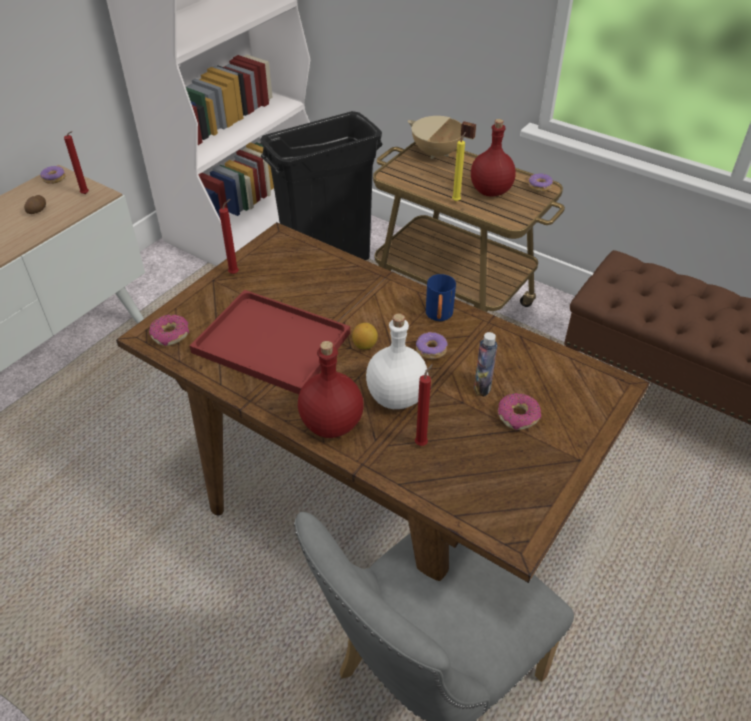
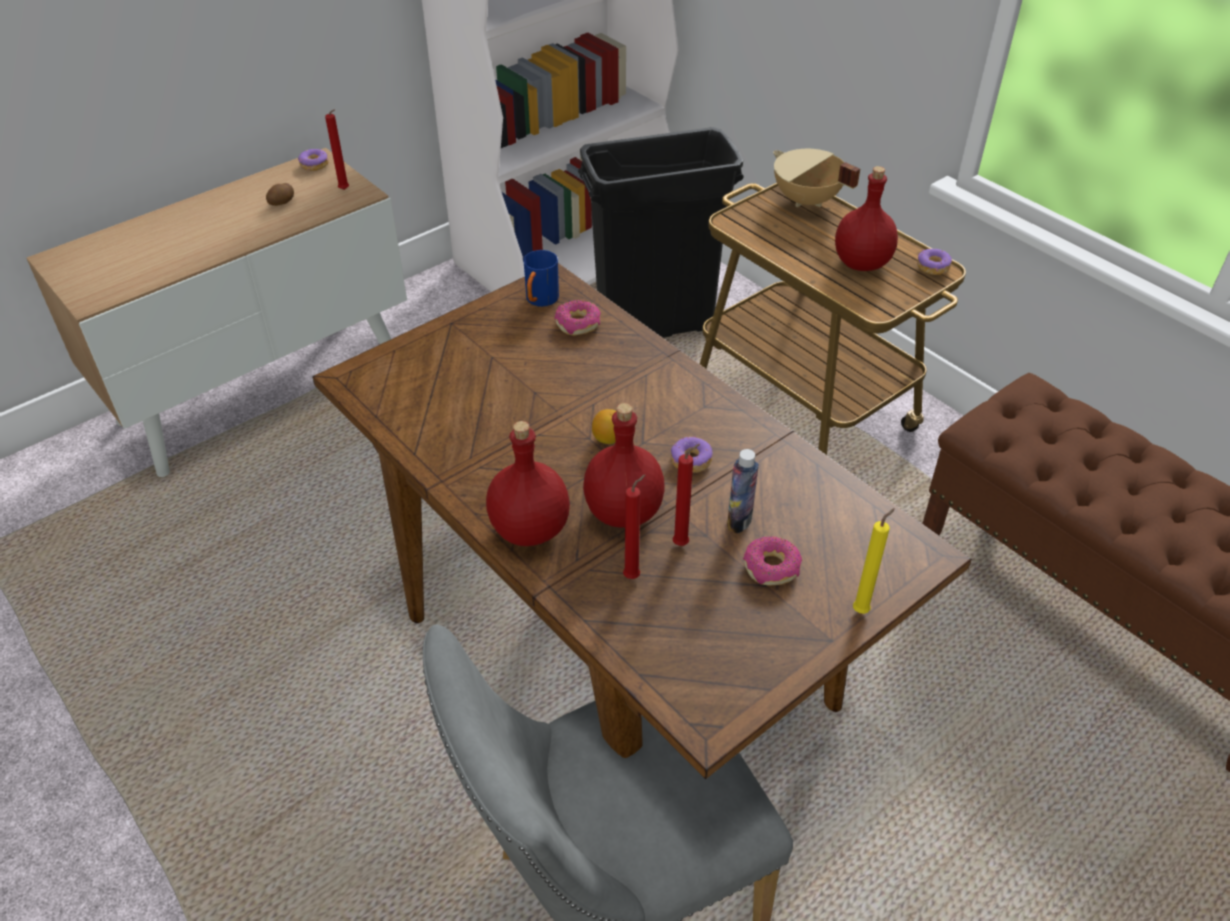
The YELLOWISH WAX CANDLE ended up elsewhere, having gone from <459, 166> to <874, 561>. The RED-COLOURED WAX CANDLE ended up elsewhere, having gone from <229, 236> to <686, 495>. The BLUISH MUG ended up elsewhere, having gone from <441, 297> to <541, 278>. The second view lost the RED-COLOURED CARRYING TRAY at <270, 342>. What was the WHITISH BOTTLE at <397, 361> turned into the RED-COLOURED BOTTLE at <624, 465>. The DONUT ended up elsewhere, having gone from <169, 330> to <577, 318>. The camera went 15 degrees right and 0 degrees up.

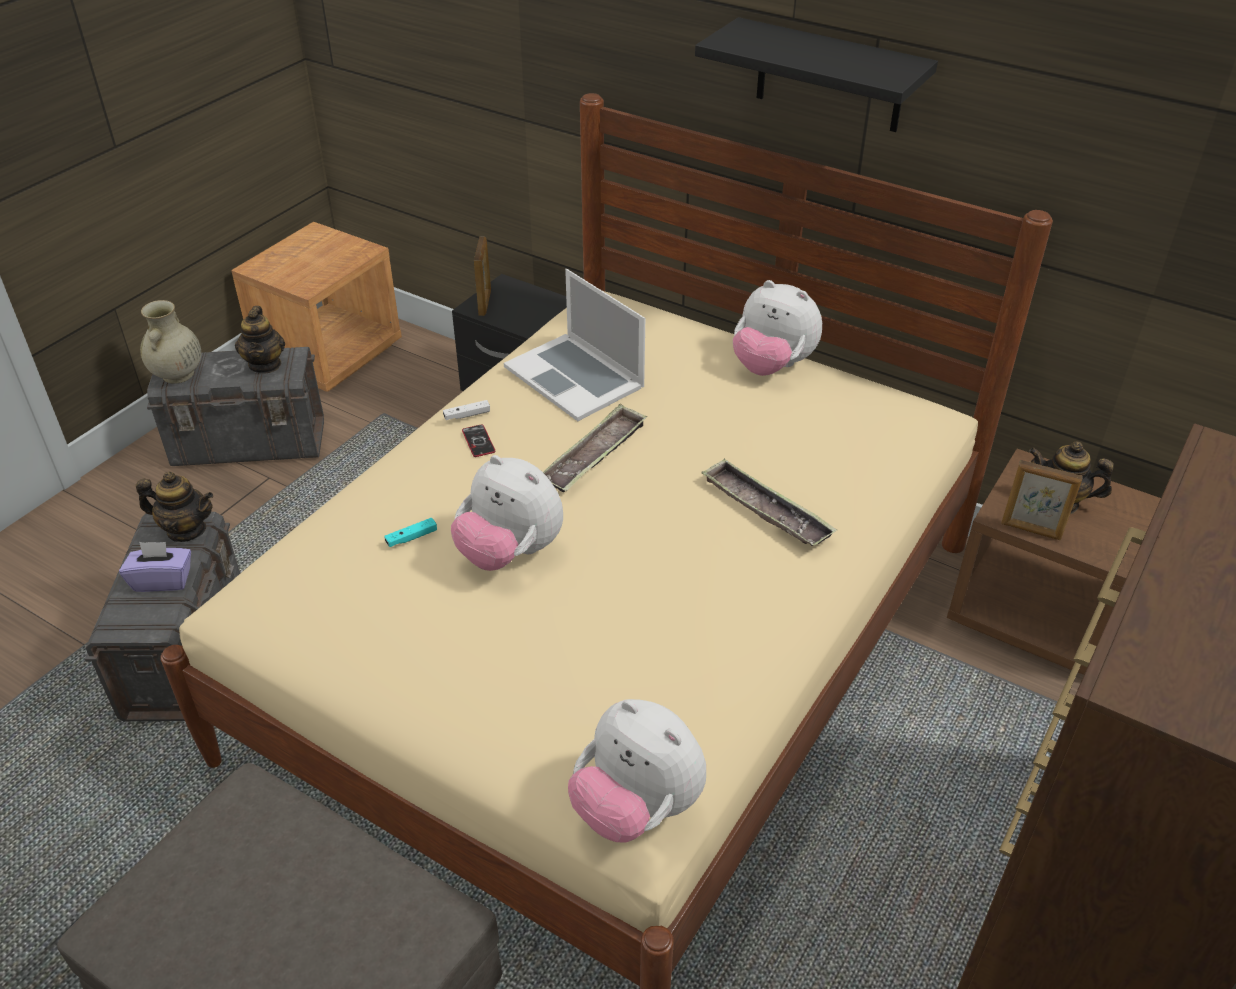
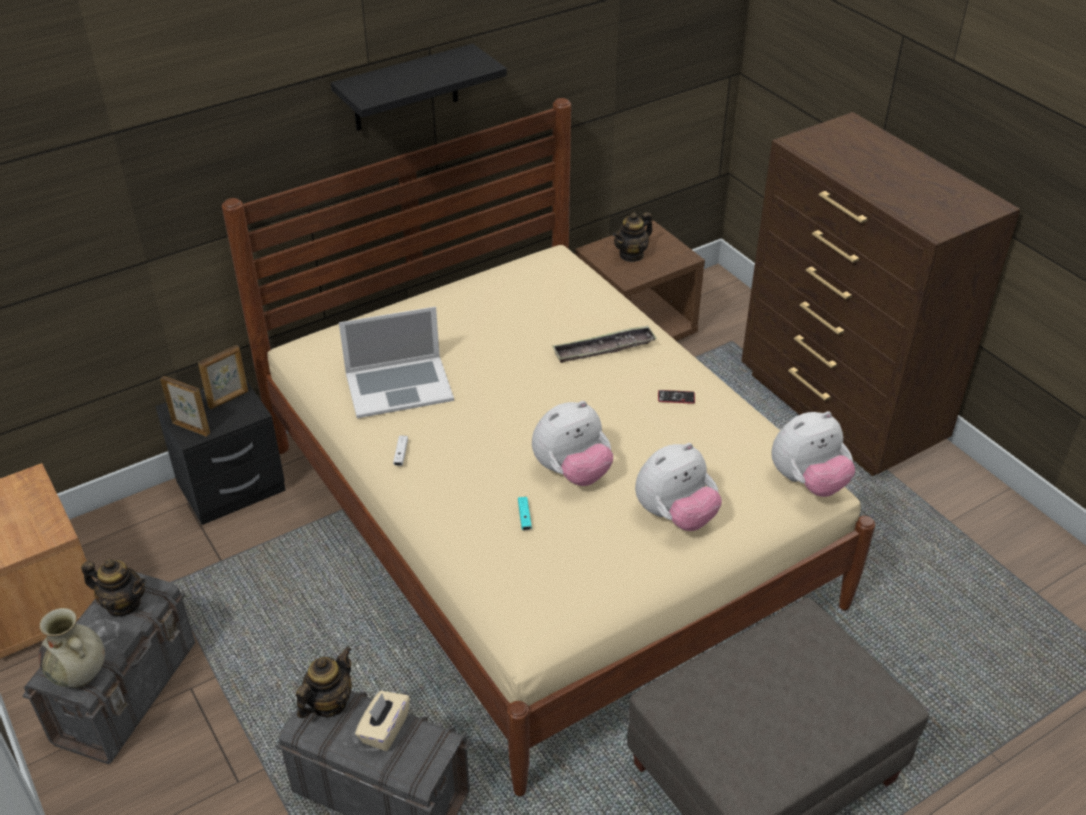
The PLUSH TOY ended up elsewhere, having gone from <777, 328> to <678, 487>. The second view lost the CARRYING TRAY at <595, 448>. The TELEPHONE ended up elsewhere, having gone from <479, 440> to <676, 397>. The PICTURE FRAME ended up elsewhere, having gone from <1042, 500> to <223, 377>. What was the PURPLE BOX OF TISSUES at <155, 567> turned into the BEIGE BOX OF TISSUES at <382, 721>. The camera went 65 degrees left and 0 degrees up.

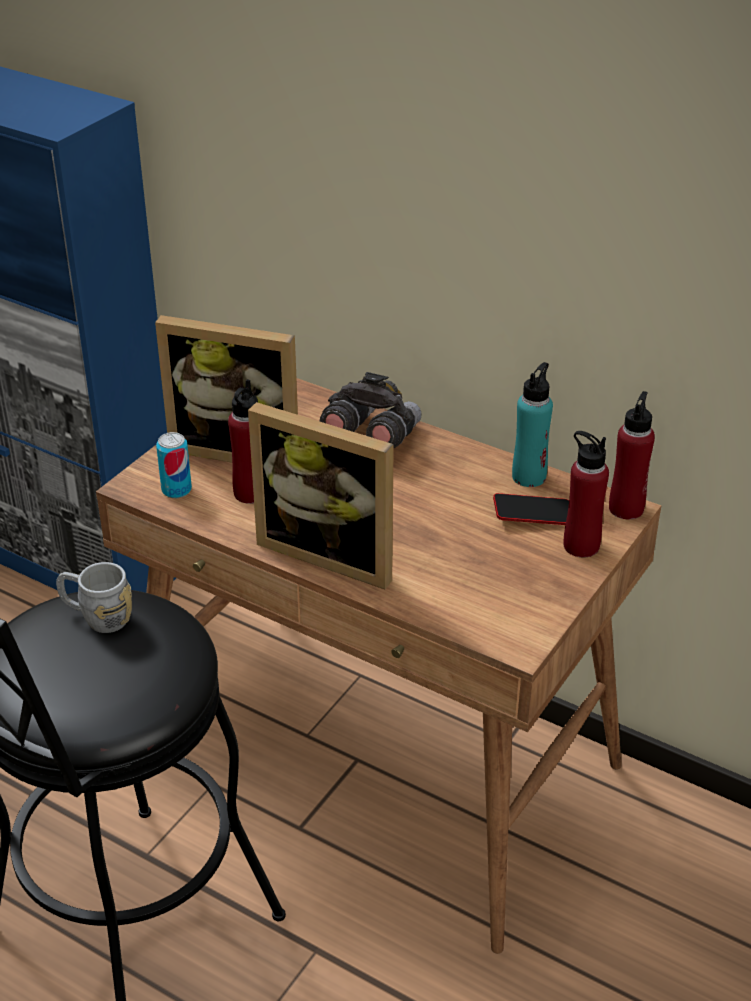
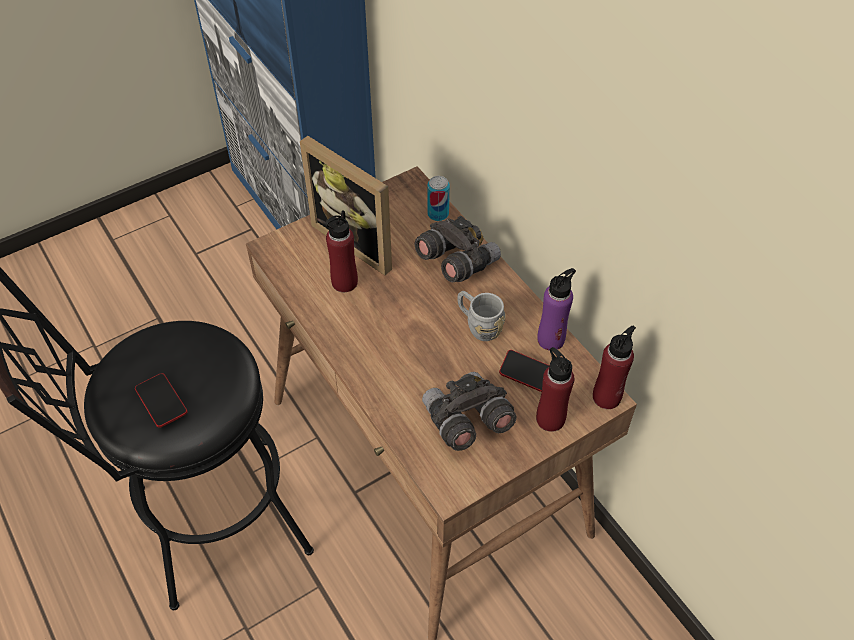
What was the BLUE-GREEN BOTTLE at <532, 424> turned into the PURPLE BOTTLE at <556, 309>. The second view lost the PICTURE FRAME at <321, 495>. The METAL CAN ended up elsewhere, having gone from <174, 465> to <438, 198>. The GREYISH MUG ended up elsewhere, having gone from <94, 597> to <481, 316>. The second view gained the GREYISH FIELD GLASSES at <469, 411>. The second view gained the TELEPHONE at <161, 400>. The camera went 25 degrees right and 15 degrees up.

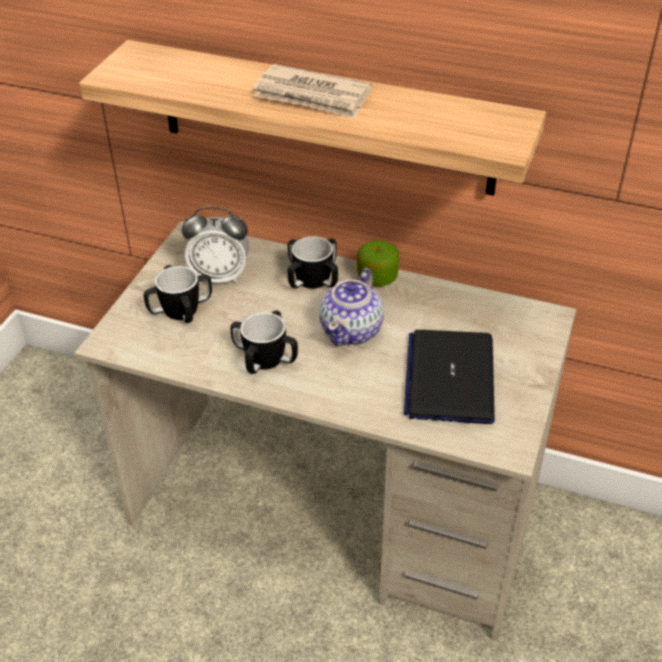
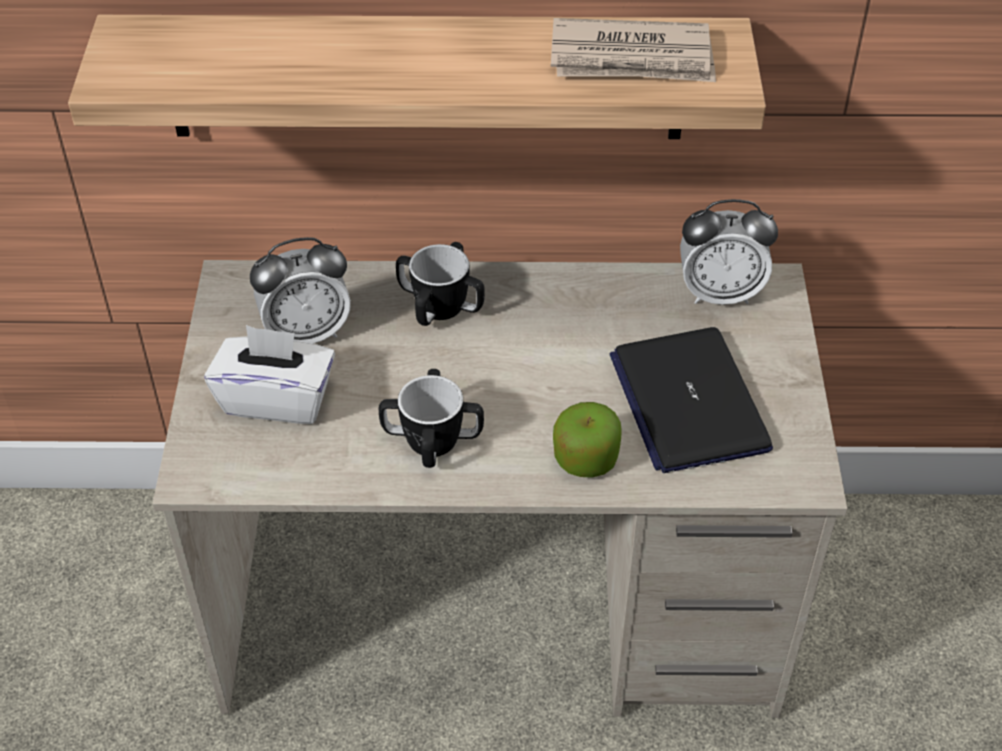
The PRINTED PAPER ended up elsewhere, having gone from <312, 91> to <633, 50>. The APPLE FRUIT ended up elsewhere, having gone from <378, 263> to <587, 440>. Where the MUG stood at <178, 294>, the WHITISH BOX OF TISSUES came to stand at <269, 374>. The second view lost the TEAPOT at <352, 307>. The second view gained the ALARM CLOCK at <729, 252>. The camera went 20 degrees left and 5 degrees up.

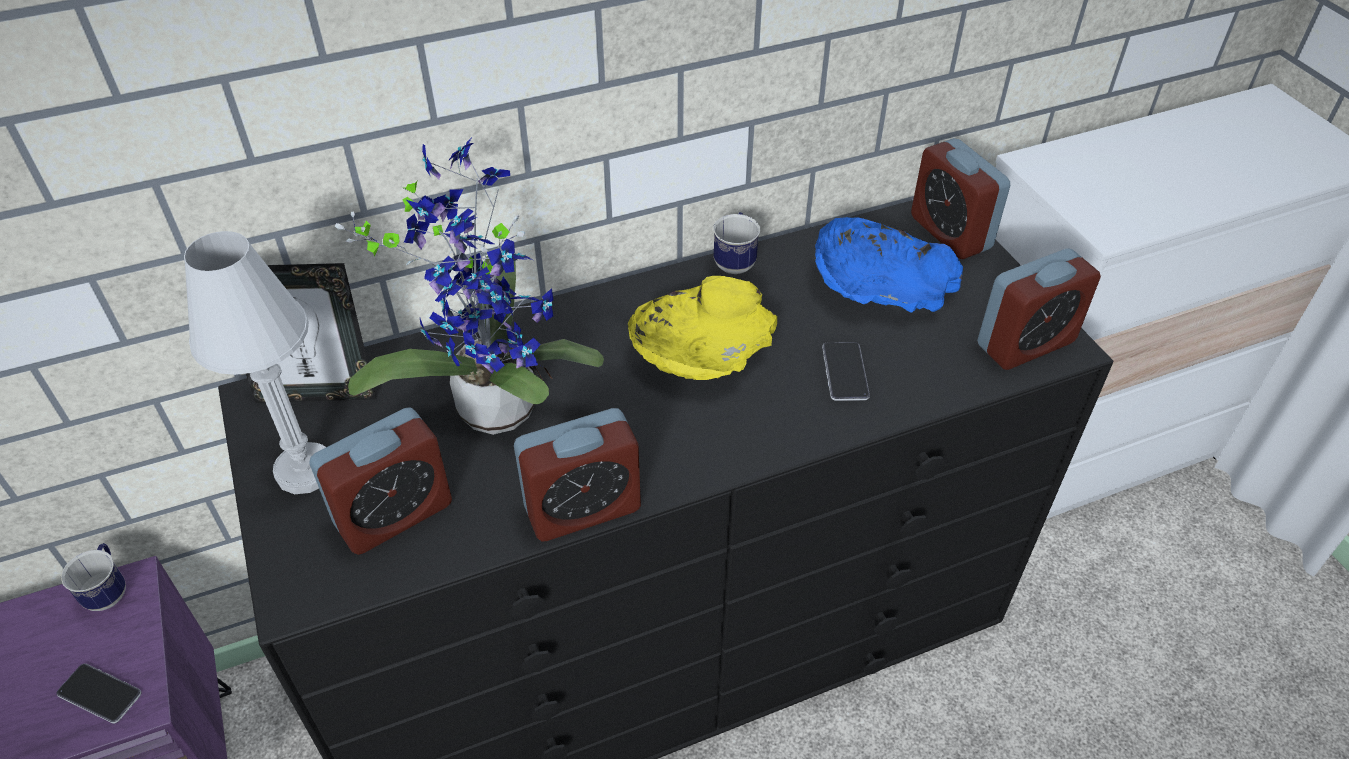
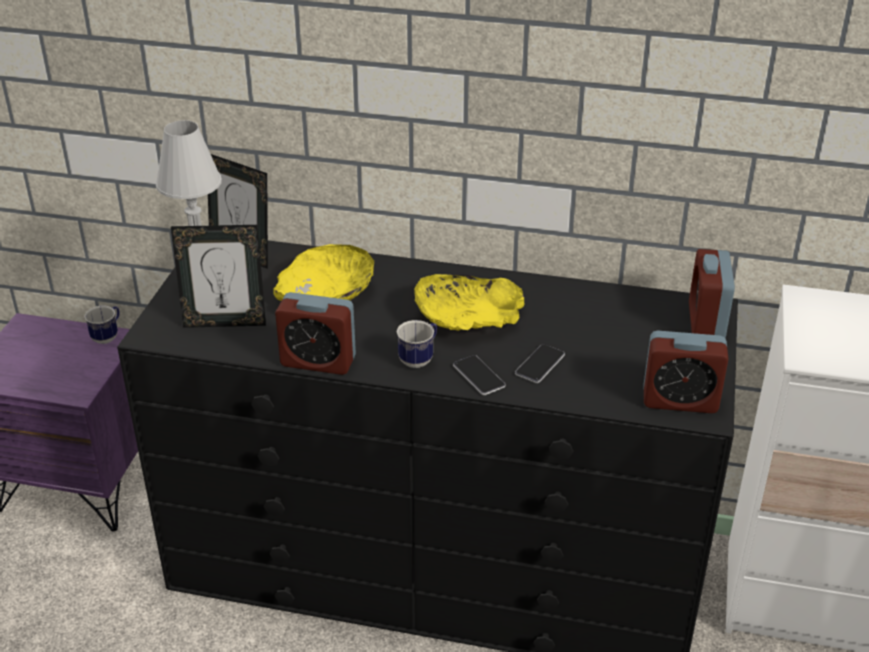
Where the PLANT IN A POT stood at <469, 286>, the YELLOWISH SERVING BOWL came to stand at <324, 272>. The MUG ended up elsewhere, having gone from <736, 243> to <417, 344>. The second view lost the BLUISH SERVING BOWL at <889, 265>. Where the ALARM CLOCK stood at <381, 481>, the PICTURE FRAME came to stand at <218, 276>. The TELEPHONE ended up elsewhere, having gone from <98, 694> to <479, 375>. The camera went 35 degrees right and 10 degrees down.

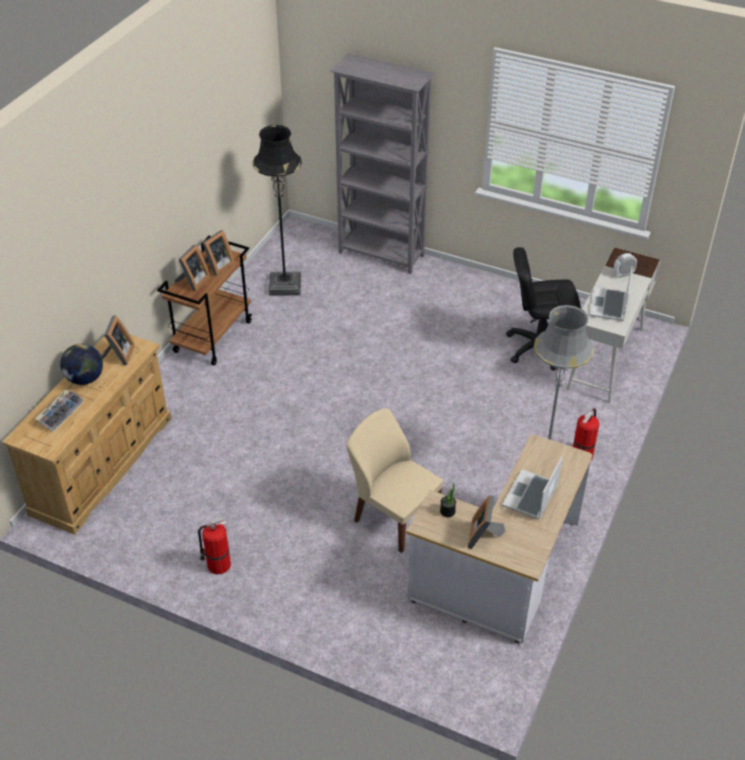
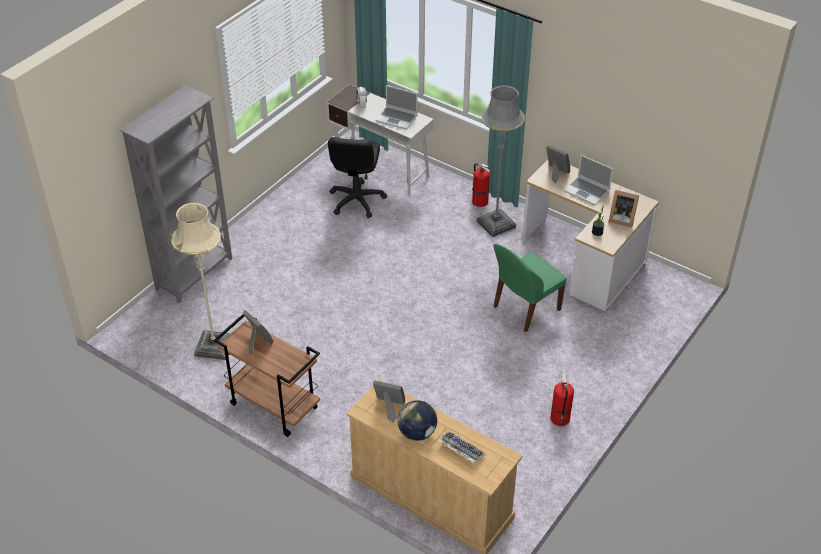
What was the BLACK-COLOURED FLOOR LAMP at <277, 210> turned into the BEIGE FLOOR LAMP at <201, 281>. The PICTURE FRAME ended up elsewhere, having gone from <192, 268> to <558, 164>. What was the BEIGE PLAIN CHAIR at <394, 480> turned into the GREEN PLAIN CHAIR at <530, 288>. The camera went 80 degrees left and 0 degrees up.

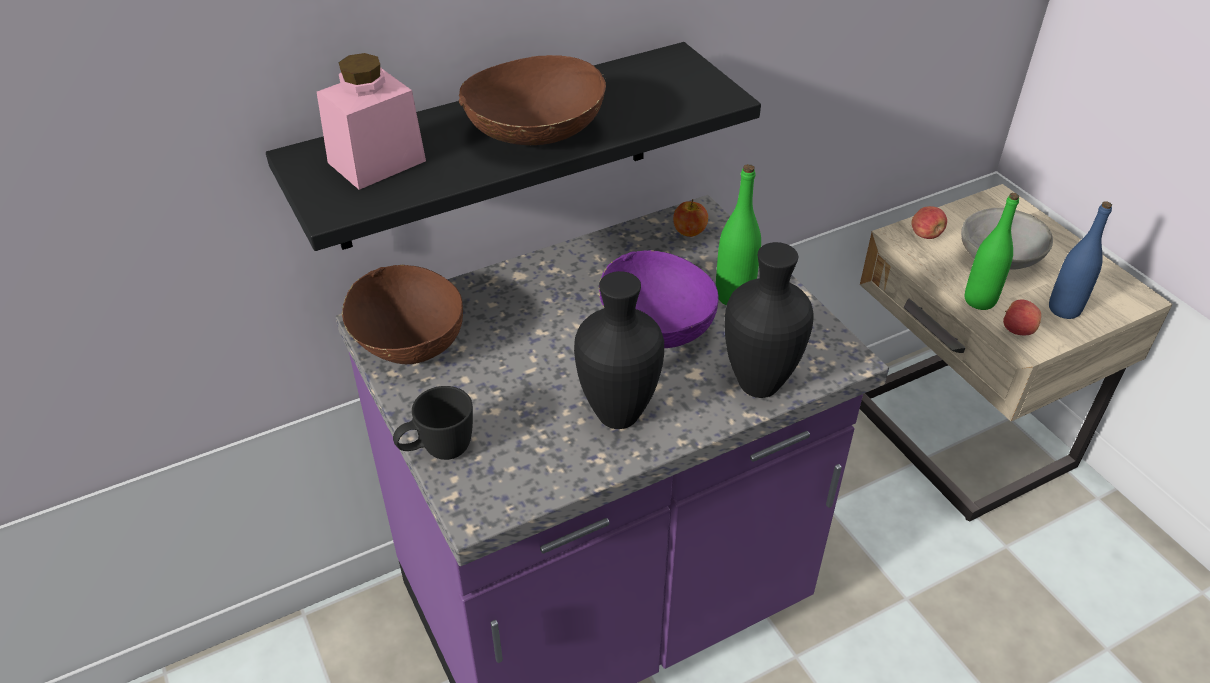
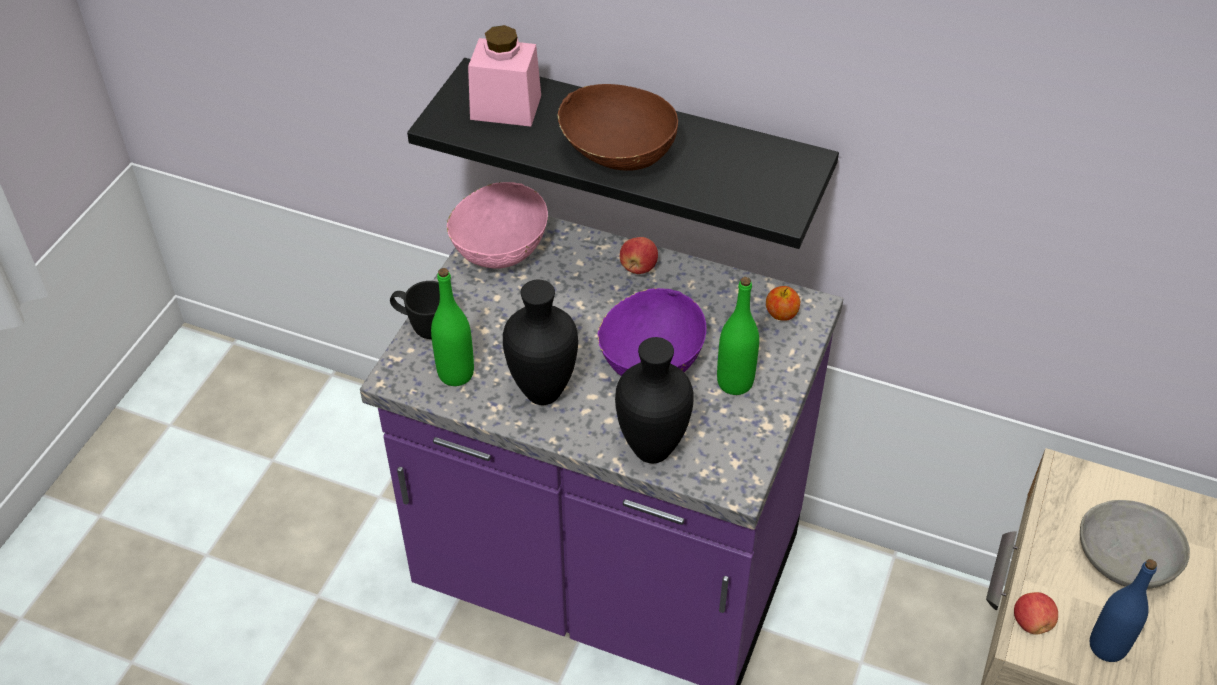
The GREEN BOTTLE ended up elsewhere, having gone from <992, 251> to <452, 327>. The APPLE FRUIT ended up elsewhere, having gone from <929, 222> to <639, 255>. What was the BROWN SERVING BOWL at <402, 314> turned into the PINK-COLOURED SERVING BOWL at <497, 225>. The camera went 50 degrees right and 5 degrees up.

